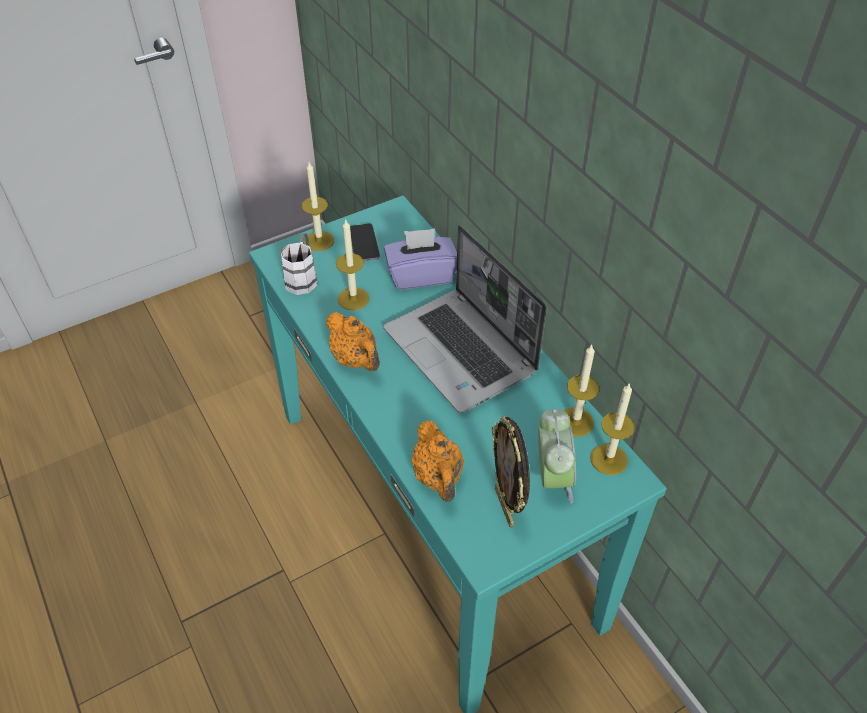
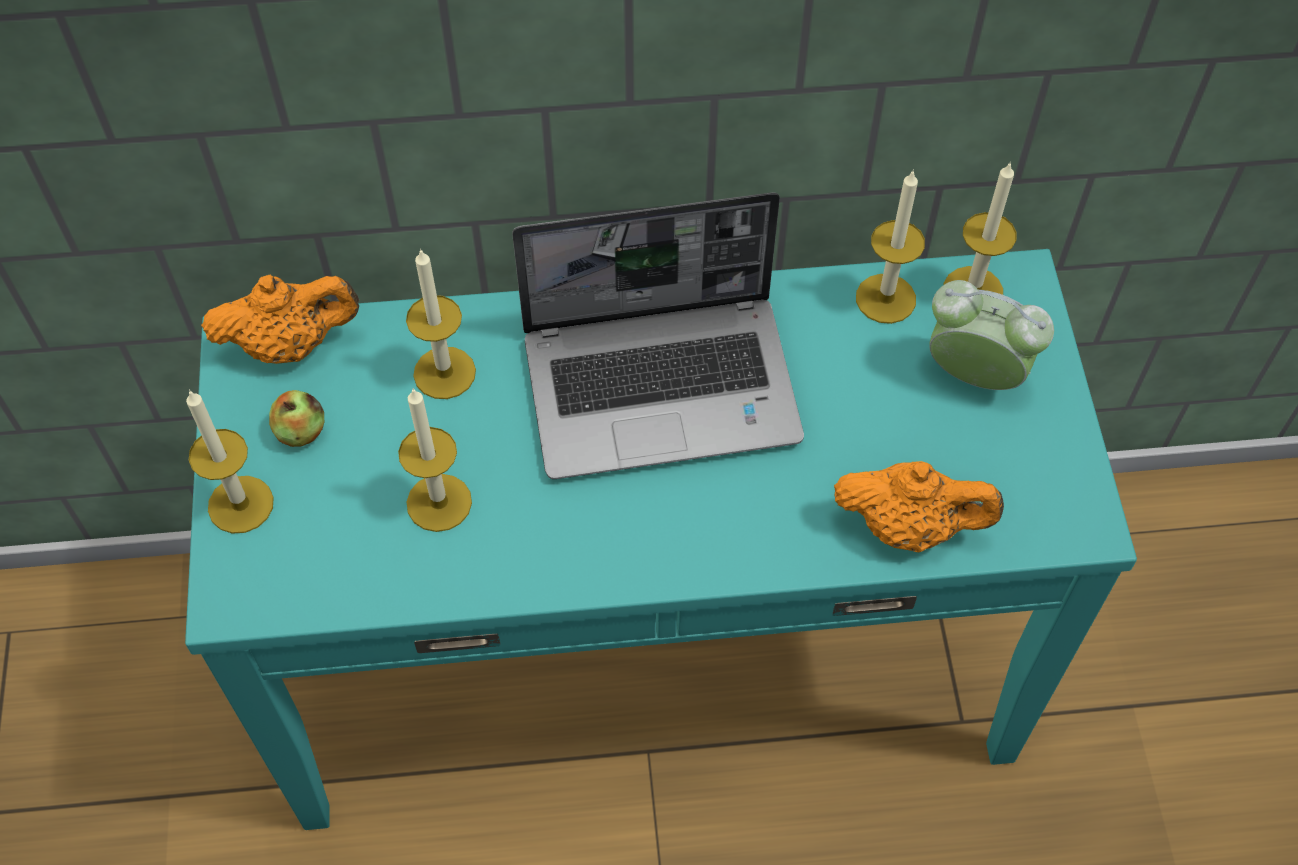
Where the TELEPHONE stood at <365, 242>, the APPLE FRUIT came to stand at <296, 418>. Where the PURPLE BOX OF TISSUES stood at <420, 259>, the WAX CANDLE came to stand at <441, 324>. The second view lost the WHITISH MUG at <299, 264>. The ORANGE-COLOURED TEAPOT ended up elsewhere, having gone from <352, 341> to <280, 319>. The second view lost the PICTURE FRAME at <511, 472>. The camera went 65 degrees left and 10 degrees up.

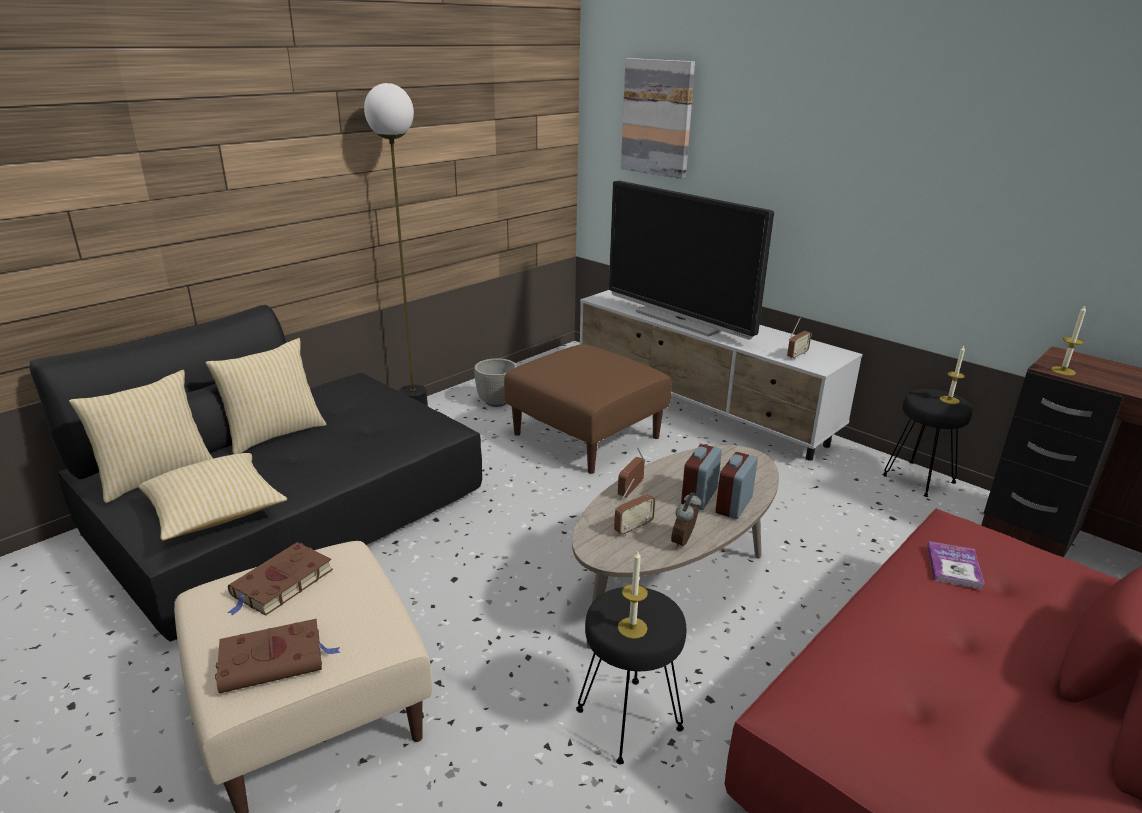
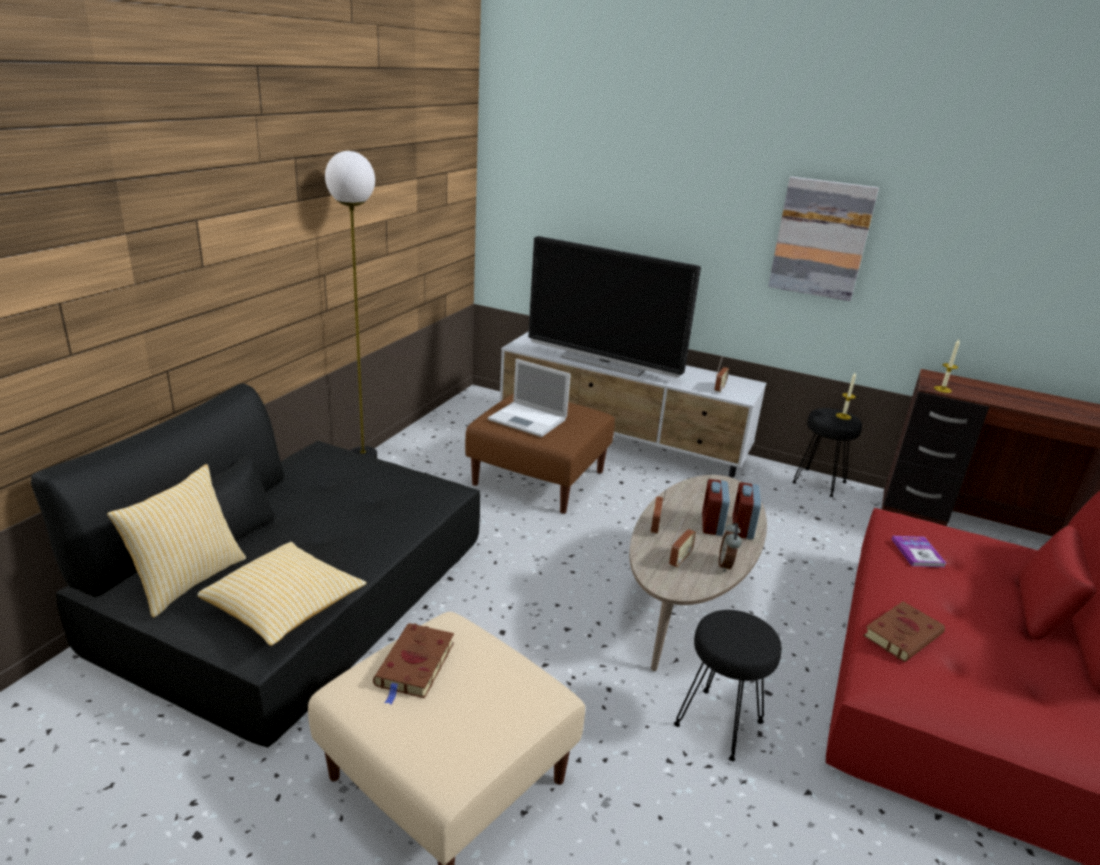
The WALL PICTURE ended up elsewhere, having gone from <658, 118> to <823, 238>. The second view lost the PILLOW at <265, 396>. The second view lost the GREYISH FLOWER POT at <495, 382>. The second view lost the WAX CANDLE at <633, 595>. The BROWN BOOK ended up elsewhere, having gone from <277, 656> to <904, 632>. The second view gained the NOTEBOOK COMPUTER at <529, 398>. The camera went 20 degrees left and 0 degrees up.

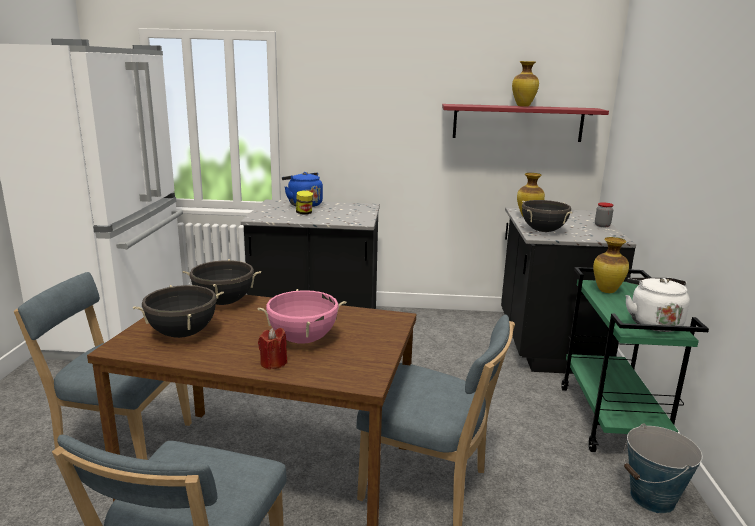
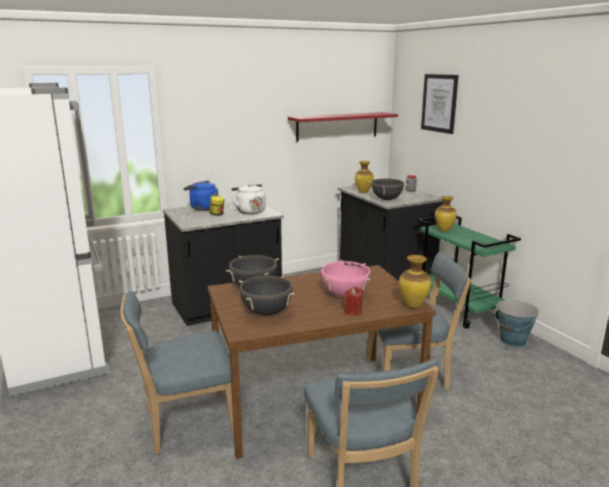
The DECORATIVE VASE ended up elsewhere, having gone from <525, 84> to <415, 281>. The WHITISH KETTLE ended up elsewhere, having gone from <657, 305> to <249, 199>. The second view gained the WALL PICTURE at <440, 104>. The camera went 30 degrees left and 0 degrees up.

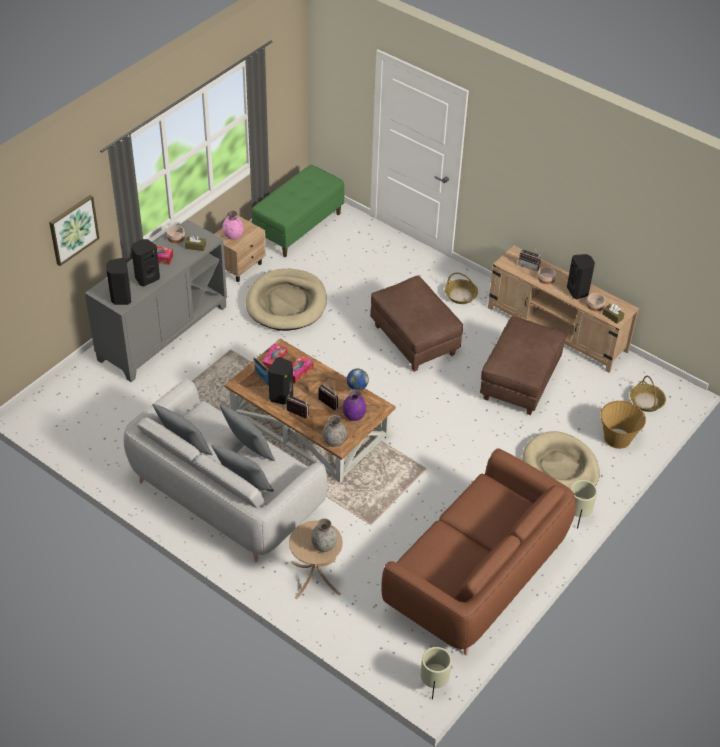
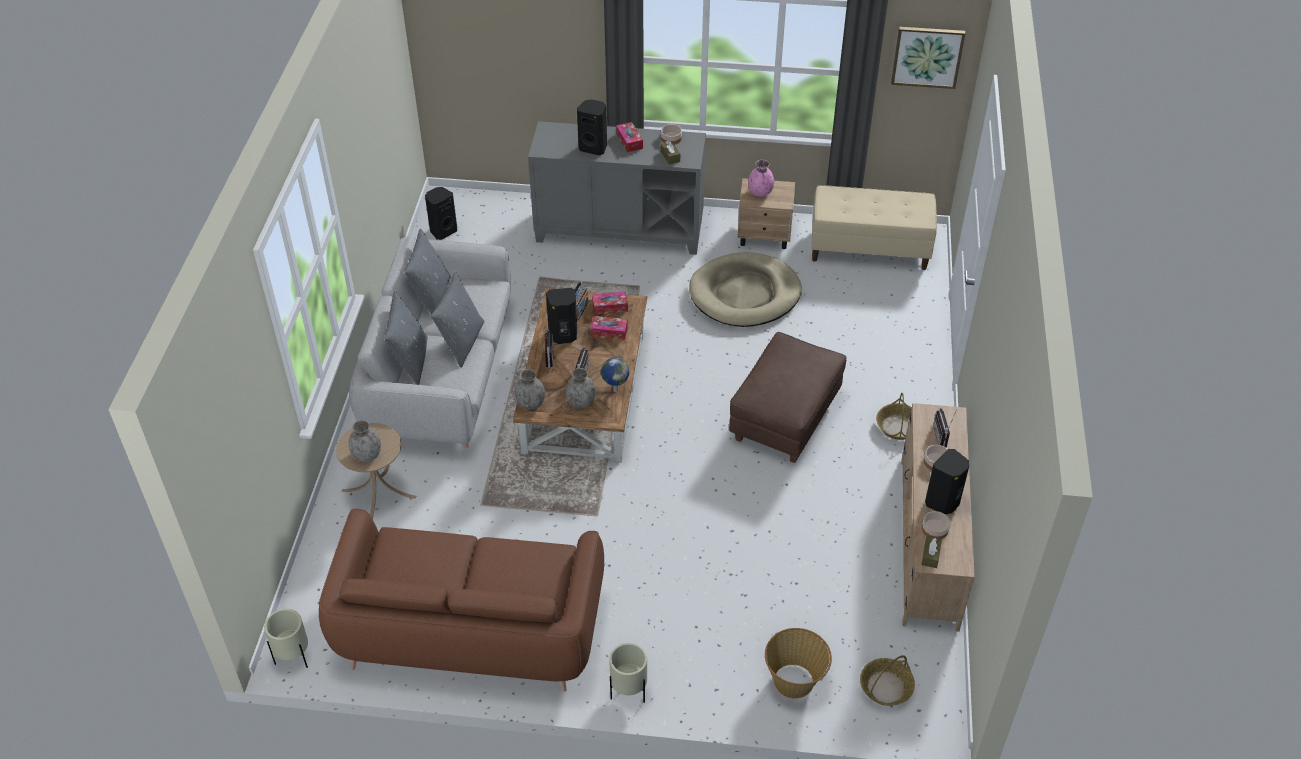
What was the GREEN LONG SEAT at <298, 211> turned into the BEIGE LONG SEAT at <874, 227>. The WALL PICTURE ended up elsewhere, having gone from <74, 230> to <928, 58>. The BLACK-COLOURED LOUDSPEAKER ended up elsewhere, having gone from <118, 281> to <441, 213>. The second view lost the BROWN POUFFE at <523, 365>. What was the PURPLE DECORATIVE VASE at <354, 405> turned into the GREYISH DECORATIVE VASE at <581, 388>. The second view lost the BEIGE DOG BED at <561, 459>. The camera went 60 degrees right and 0 degrees up.

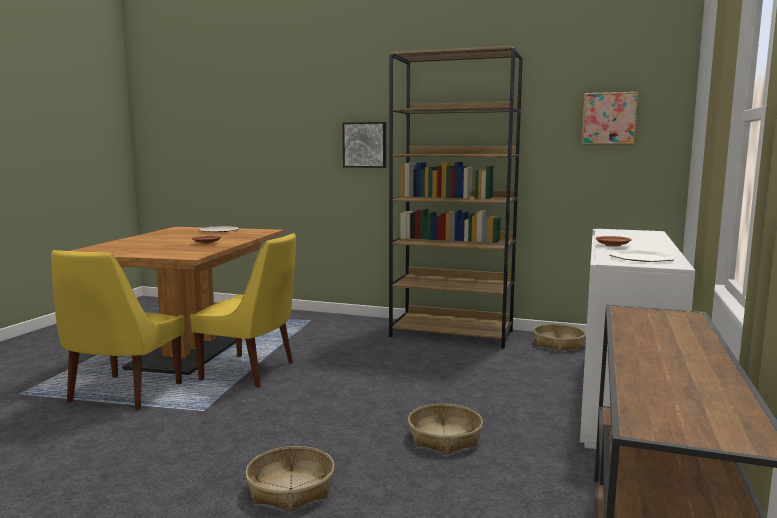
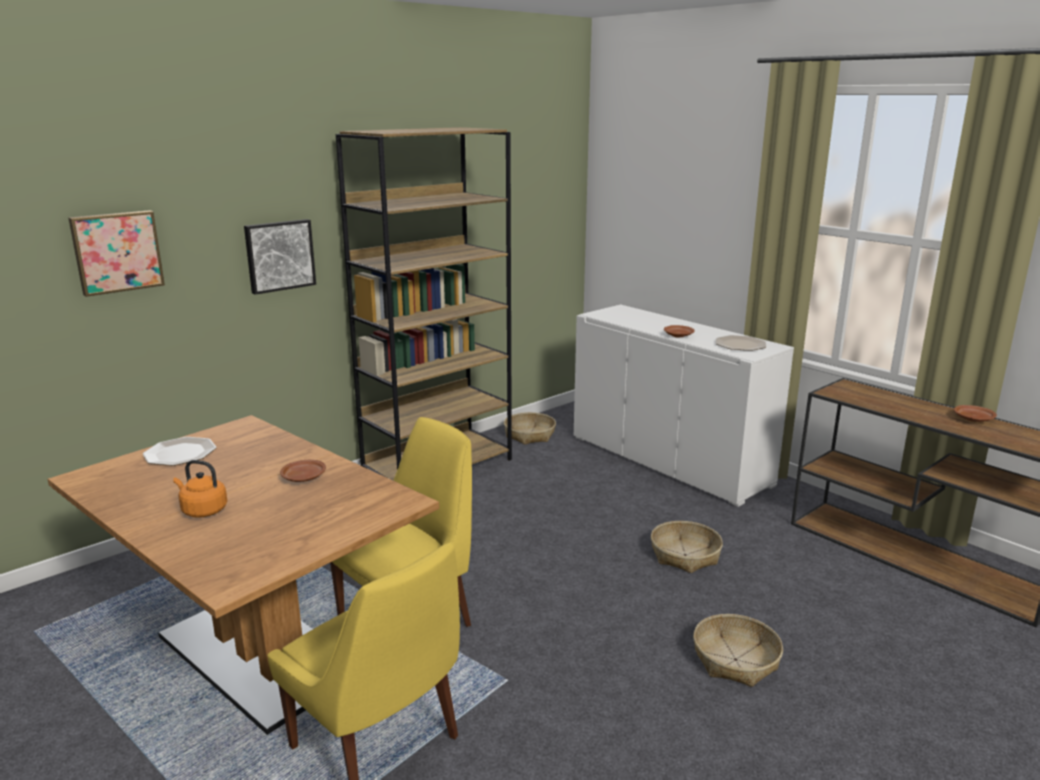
The WALL PICTURE ended up elsewhere, having gone from <610, 118> to <116, 253>. The second view gained the BROWN FLAT DISH at <975, 413>. The second view gained the ORANGE-COLOURED KETTLE at <200, 489>. The camera went 60 degrees left and 10 degrees up.

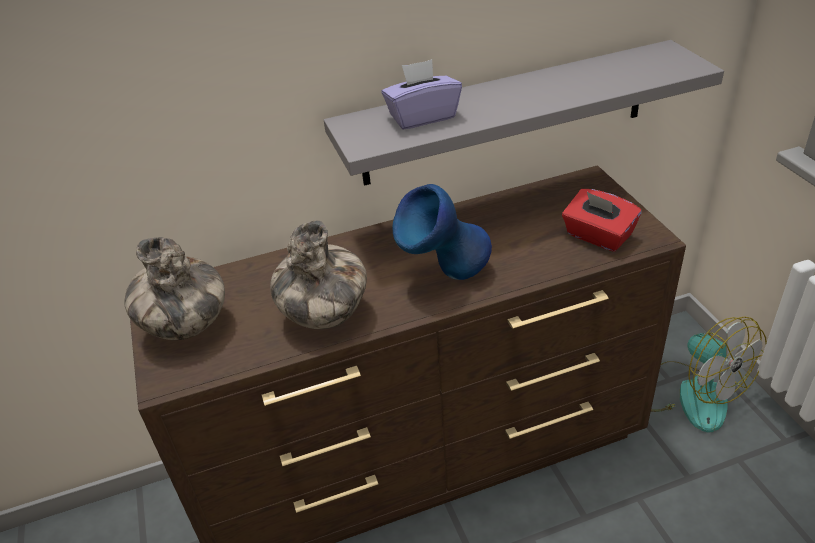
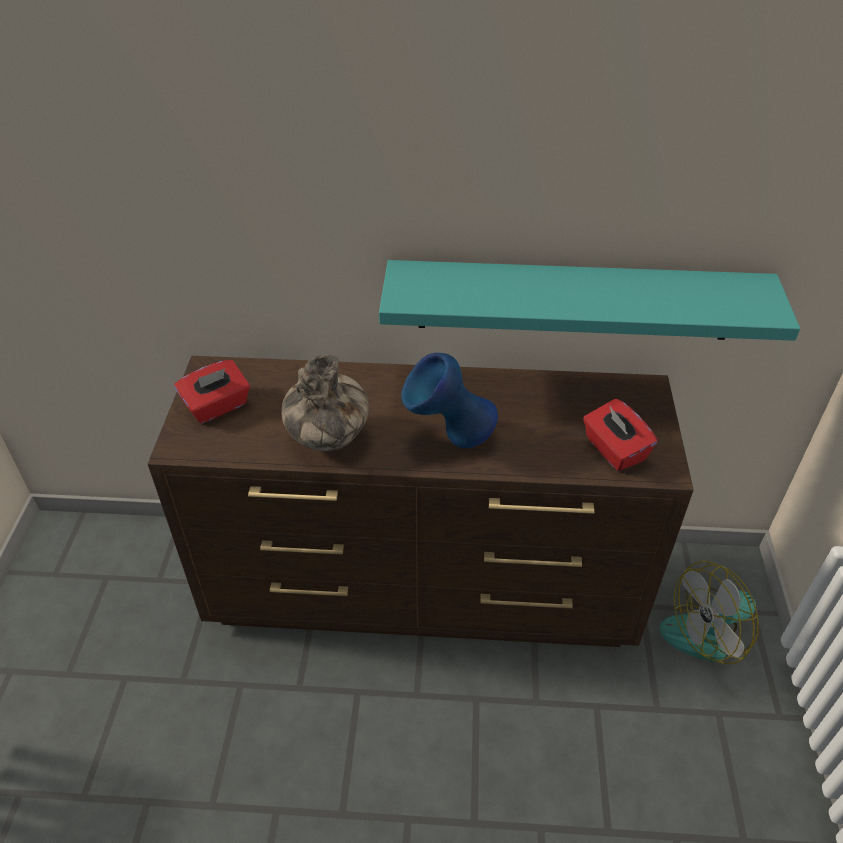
What was the GREYISH SHELF at <524, 113> turned into the BLUE-GREEN SHELF at <589, 300>. The second view lost the PURPLE BOX OF TISSUES at <421, 94>. Where the DECORATIVE VASE stood at <174, 288>, the RED-COLOURED BOX OF TISSUES came to stand at <212, 392>. The ELECTRIC FAN at <709, 374> ended up facing another way, 75 degrees clockwise from before. The camera went 20 degrees right and 5 degrees up.

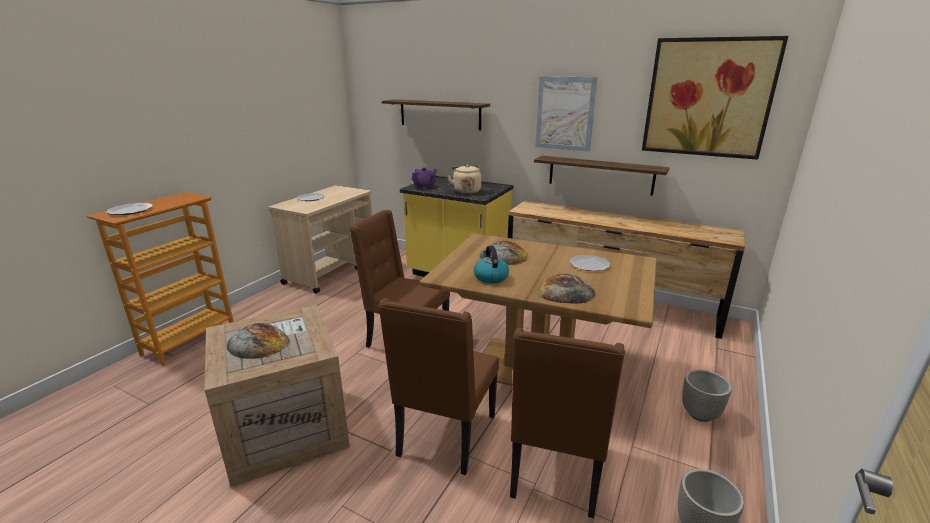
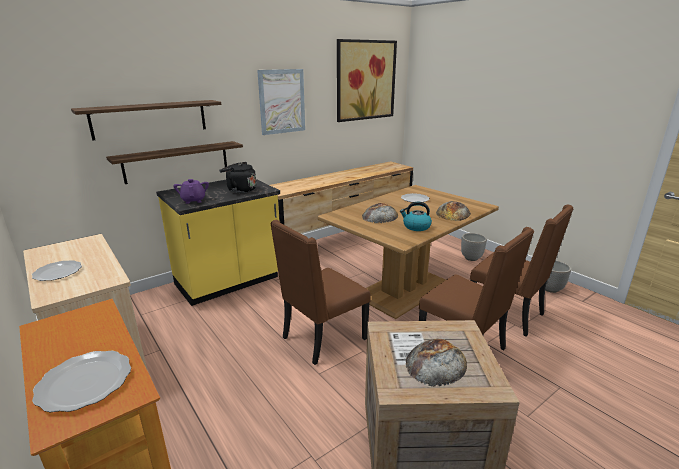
The SHELF ended up elsewhere, having gone from <602, 176> to <174, 162>. What was the BEIGE KETTLE at <464, 179> turned into the BLACK-COLOURED KETTLE at <237, 177>. The camera went 65 degrees left and 0 degrees up.

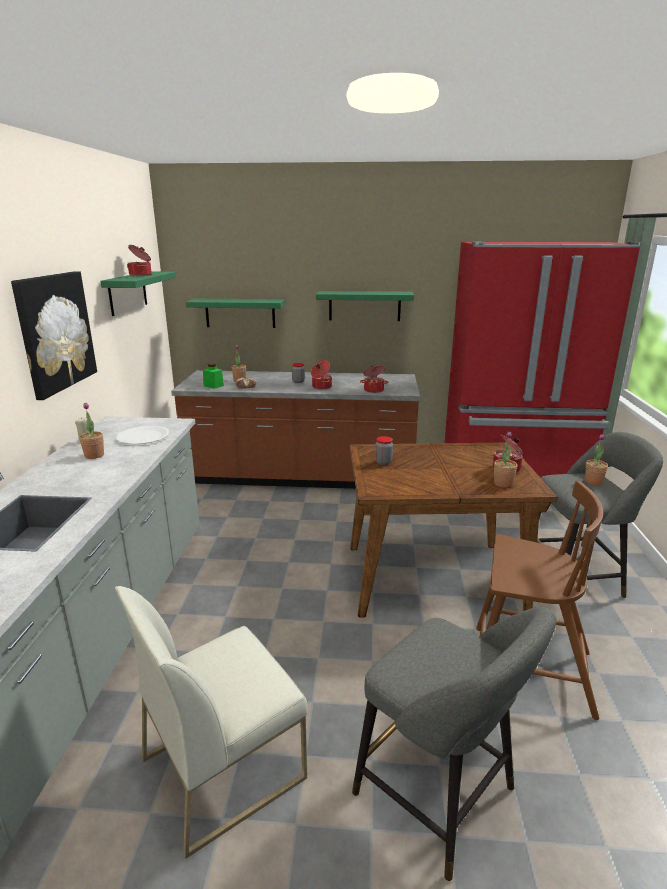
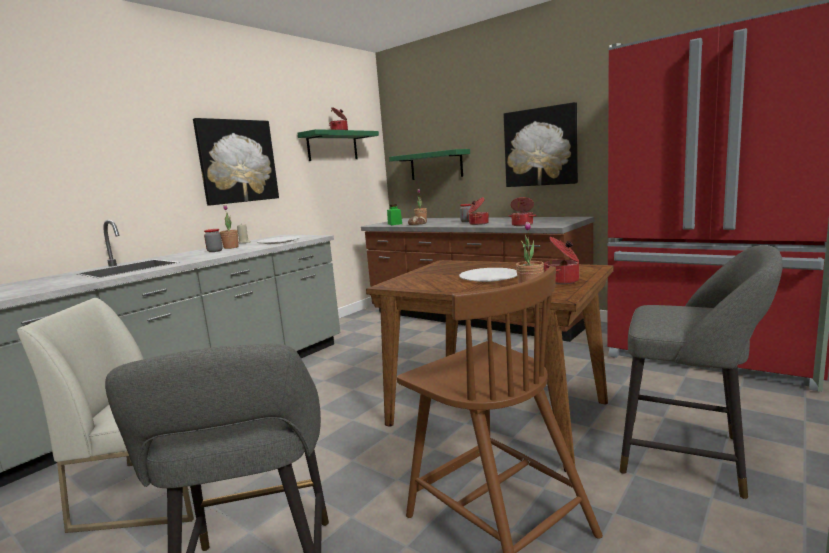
Where the GREEN SHELF hung at <365, 306>, the WALL PICTURE came to hang at <541, 144>. The second view lost the PLANT IN A POT at <596, 459>. The STORAGE JAR ended up elsewhere, having gone from <384, 450> to <213, 240>. The second view gained the WHITISH FLAT DISH at <488, 275>. The camera went 35 degrees right and 10 degrees down.

